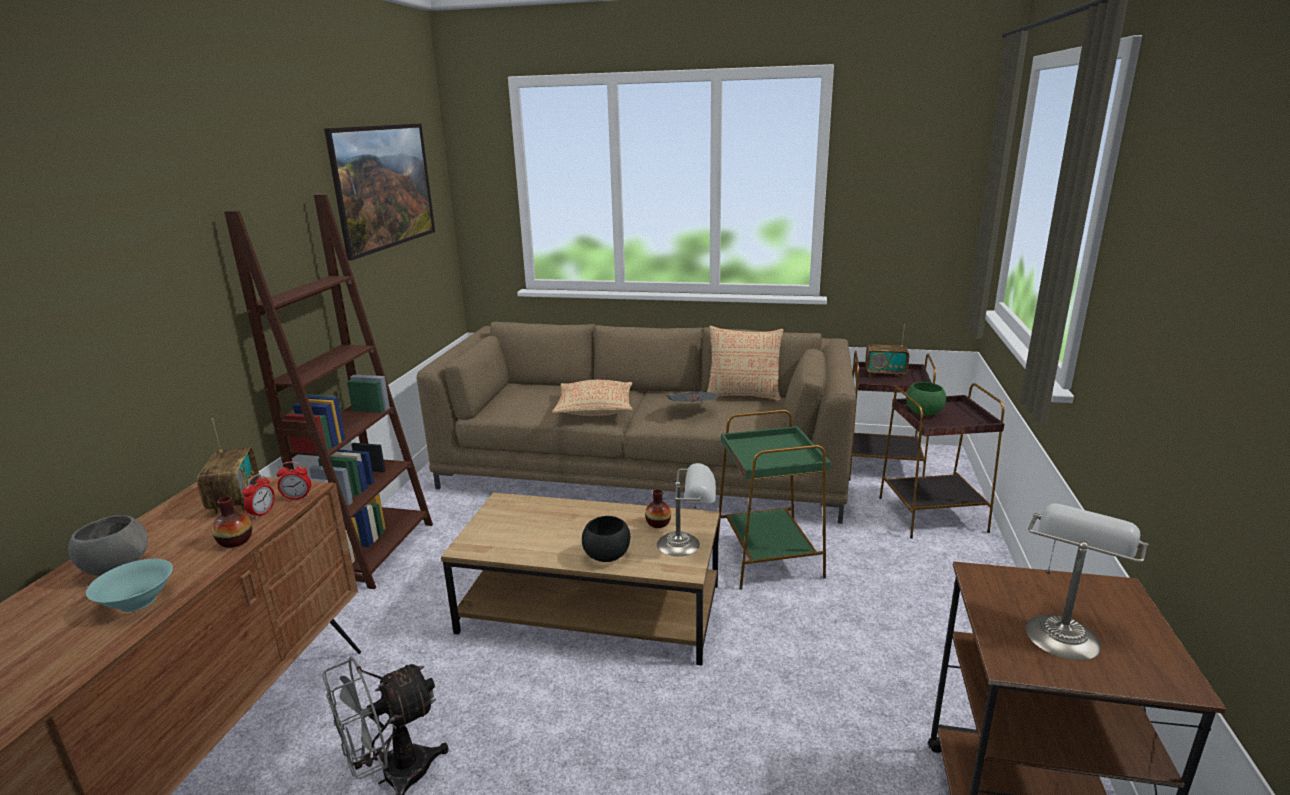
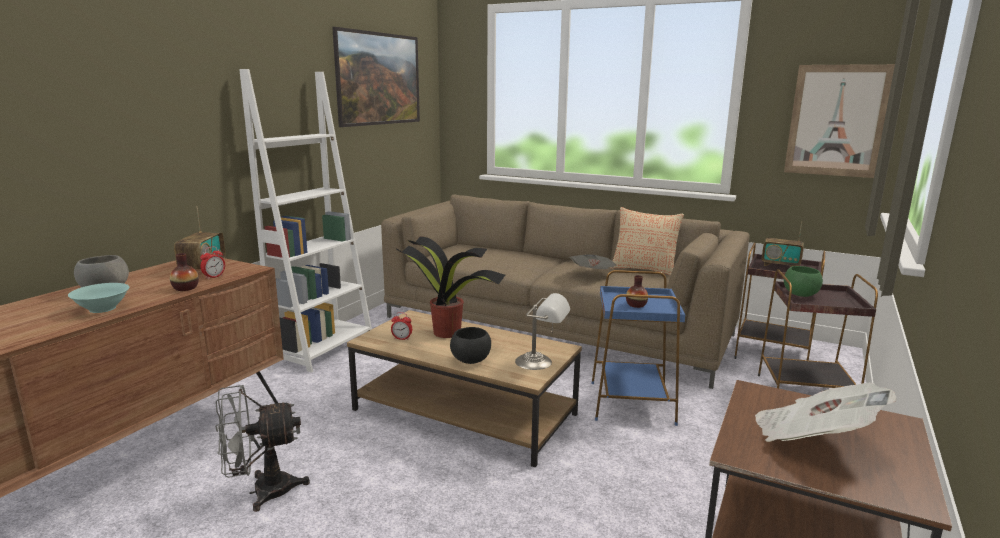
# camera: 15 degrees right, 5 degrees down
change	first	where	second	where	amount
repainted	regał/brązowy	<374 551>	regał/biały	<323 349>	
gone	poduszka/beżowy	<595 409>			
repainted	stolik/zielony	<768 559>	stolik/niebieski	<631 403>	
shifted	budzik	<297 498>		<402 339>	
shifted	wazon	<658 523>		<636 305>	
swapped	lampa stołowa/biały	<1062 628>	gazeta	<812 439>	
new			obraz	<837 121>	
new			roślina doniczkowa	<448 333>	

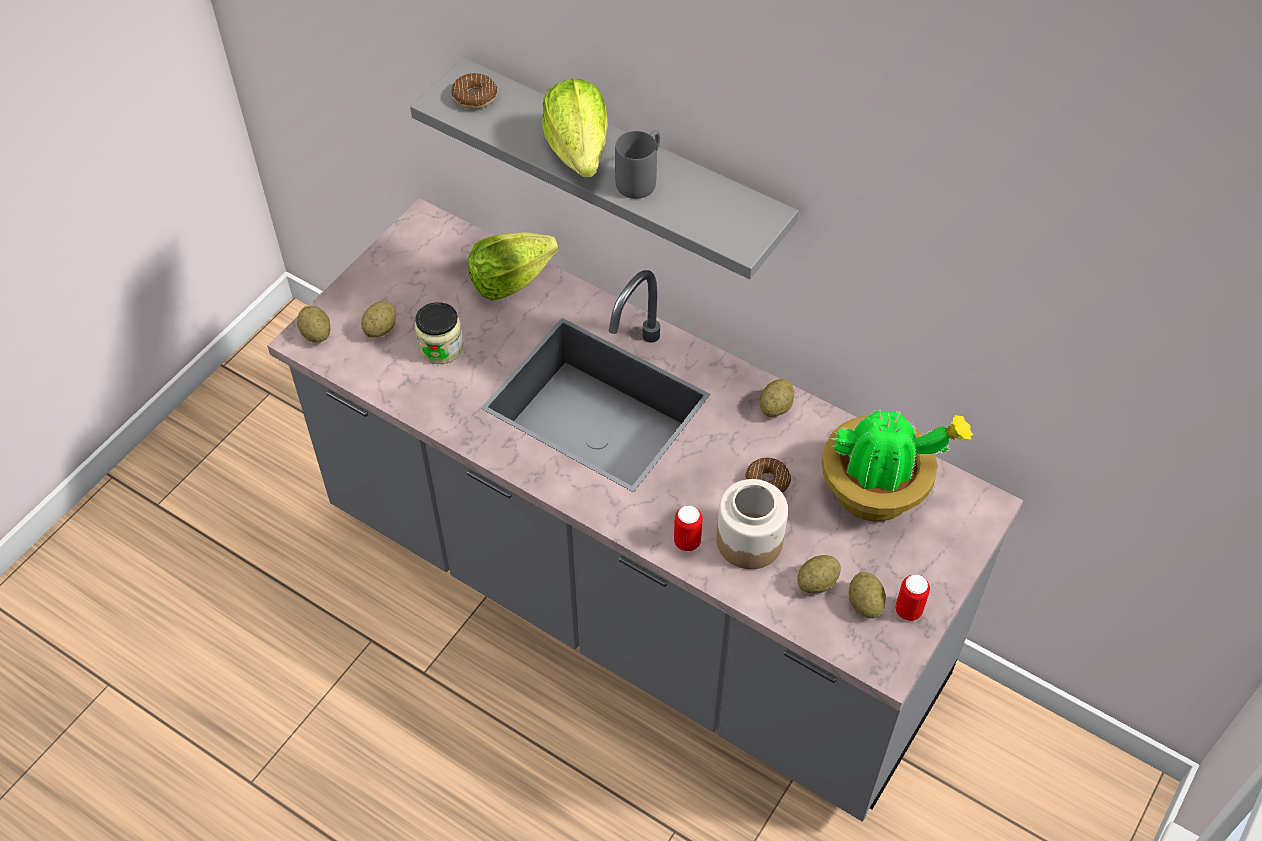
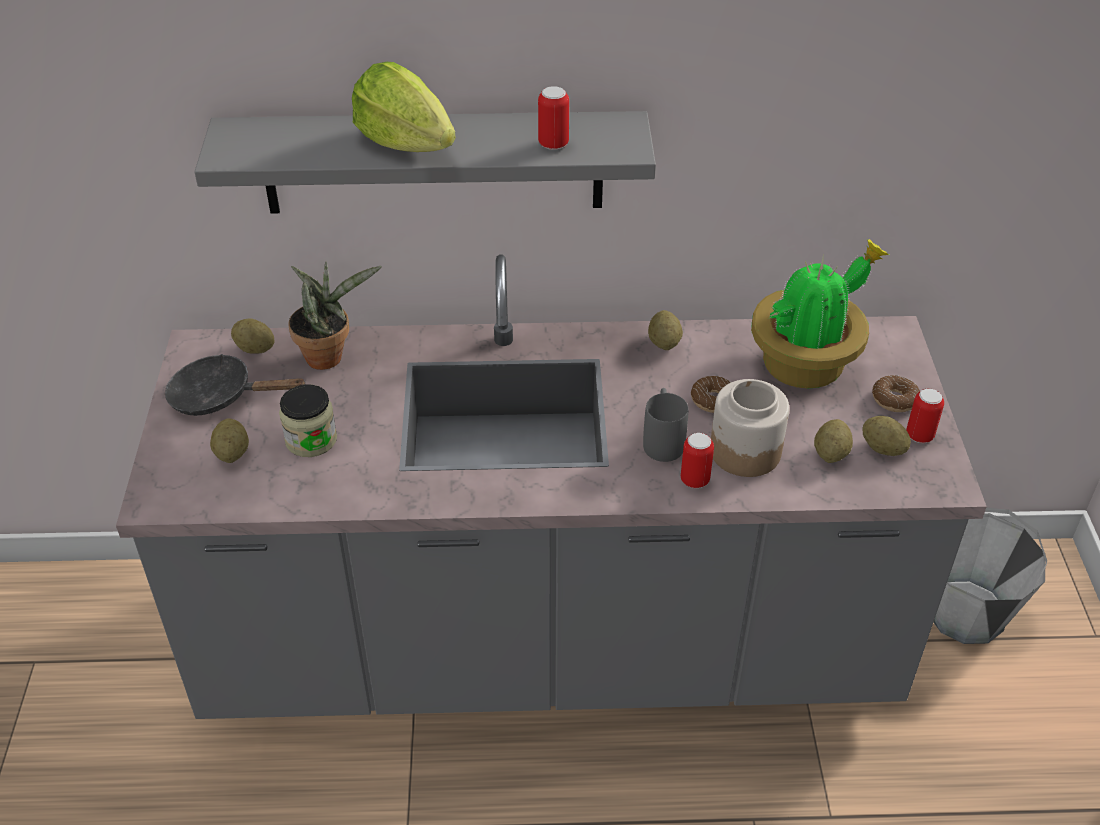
# camera: 35 degrees left, 10 degrees down
change	first	where	second	where	amount
shifted	donut	<474 97>		<894 399>	
shifted	kubek/szary	<641 178>		<662 440>	
swapped	sałata	<510 280>	roślina doniczkowa	<329 355>	
shifted	ziemniak	<316 334>		<255 349>	
new			puszka	<553 144>	
new			patelnia/czarny	<220 396>	
new			wiadro/szary	<967 613>	

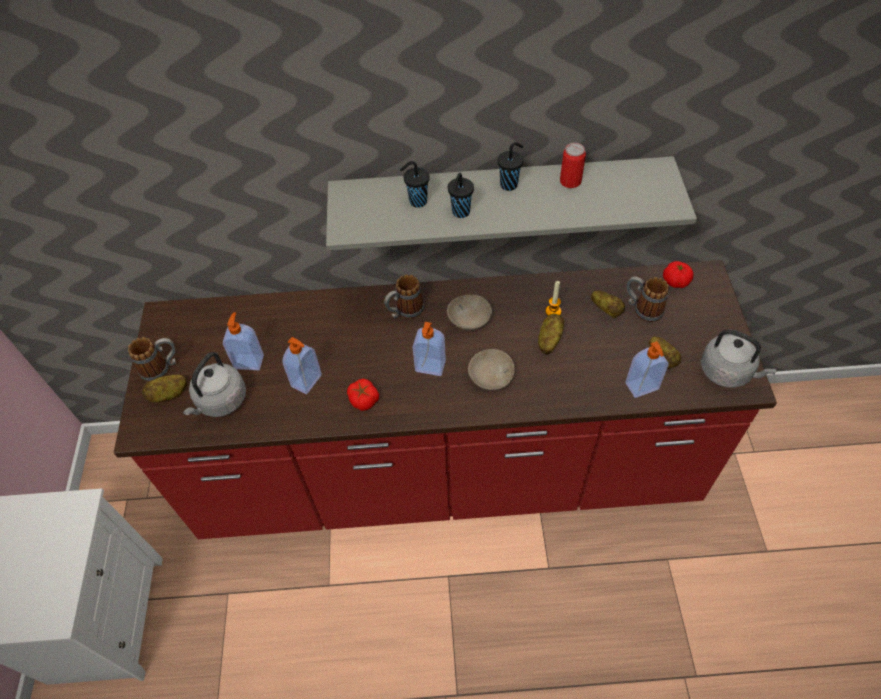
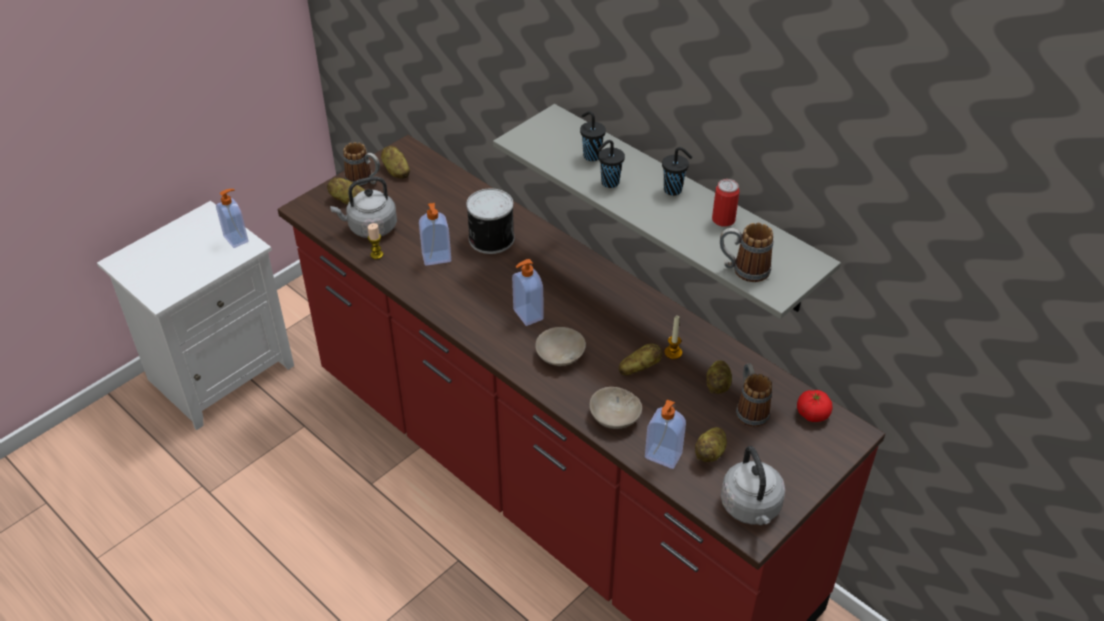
# camera: 45 degrees right, 10 degrees down
change	first	where	second	where	amount
shifted	kubek	<404 312>		<743 270>	
shifted	miska/beżowy	<469 320>		<613 417>	
shifted	dozownik mydła	<249 361>		<237 238>	
gone	pomidor	<363 399>			
new			ziemniak	<396 171>	
new			puszka	<490 238>	
new			świeca	<376 255>	

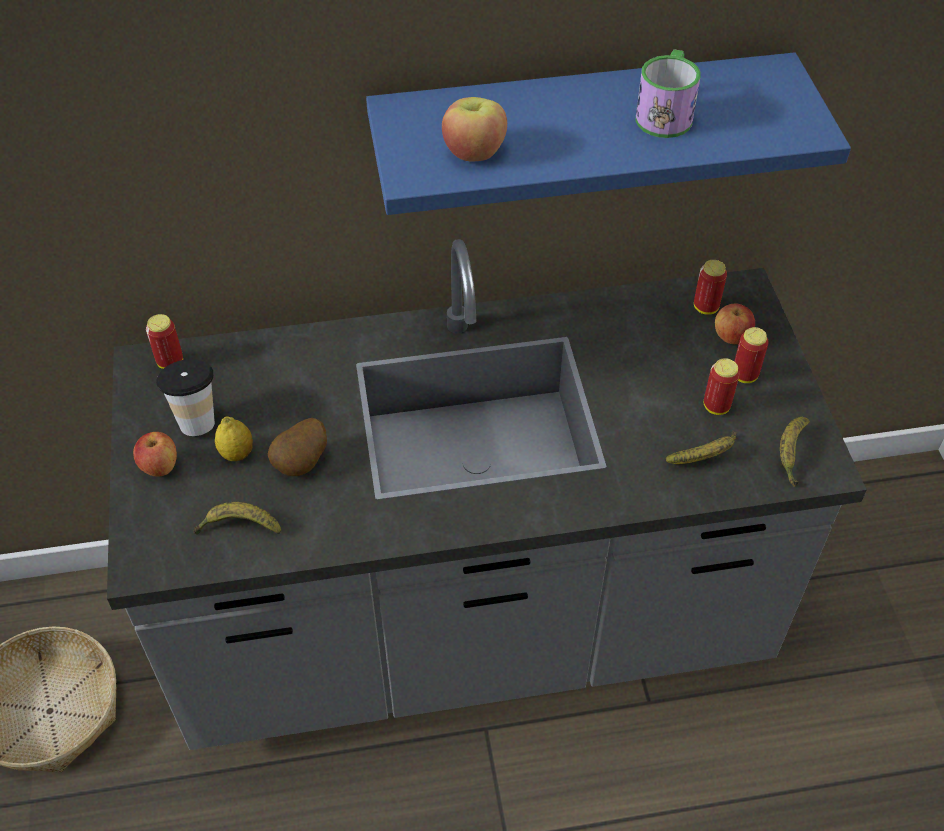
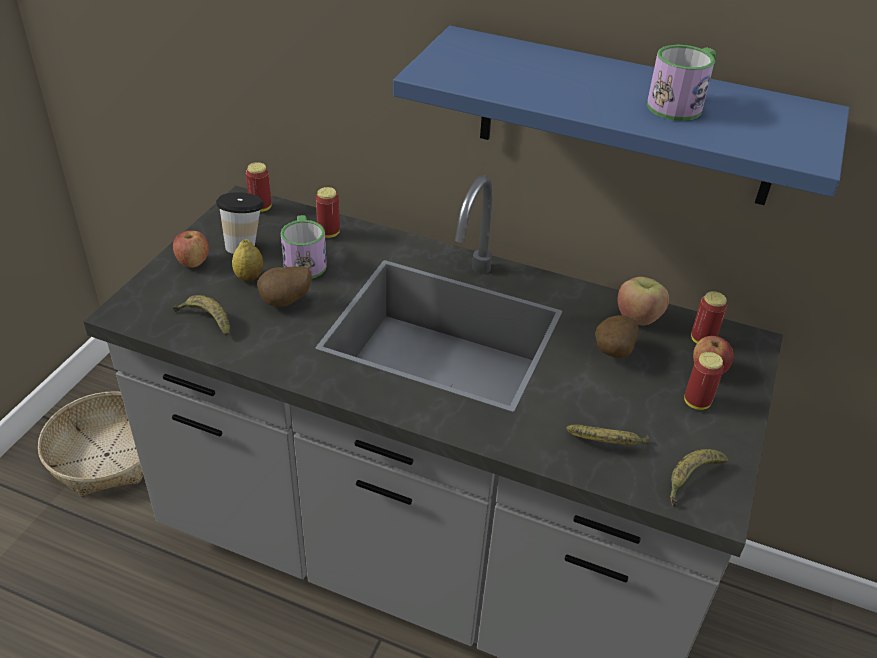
# camera: 30 degrees right, 10 degrees down
change	first	where	second	where	amount
shifted	jabłko	<474 152>		<638 317>	
shifted	puszka	<716 406>		<328 233>	
new			kubek	<304 261>	
new			ziemniak	<611 353>	

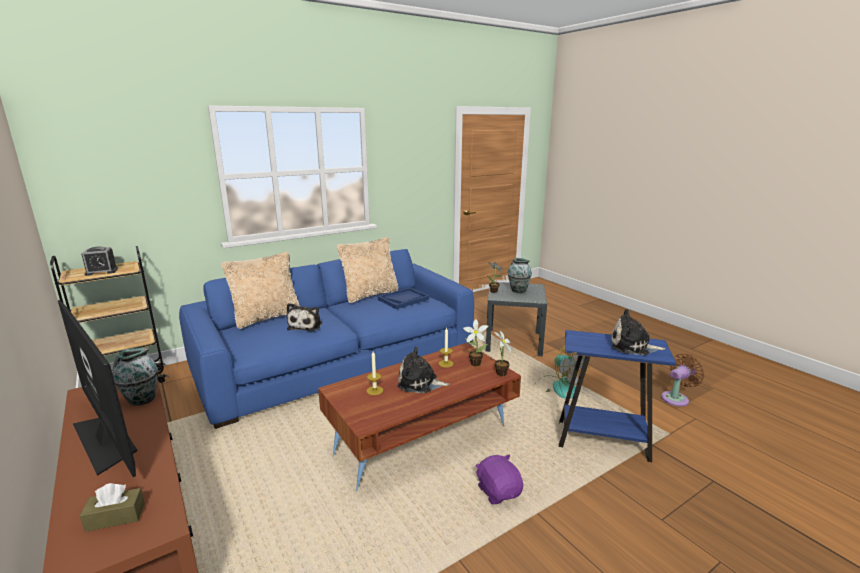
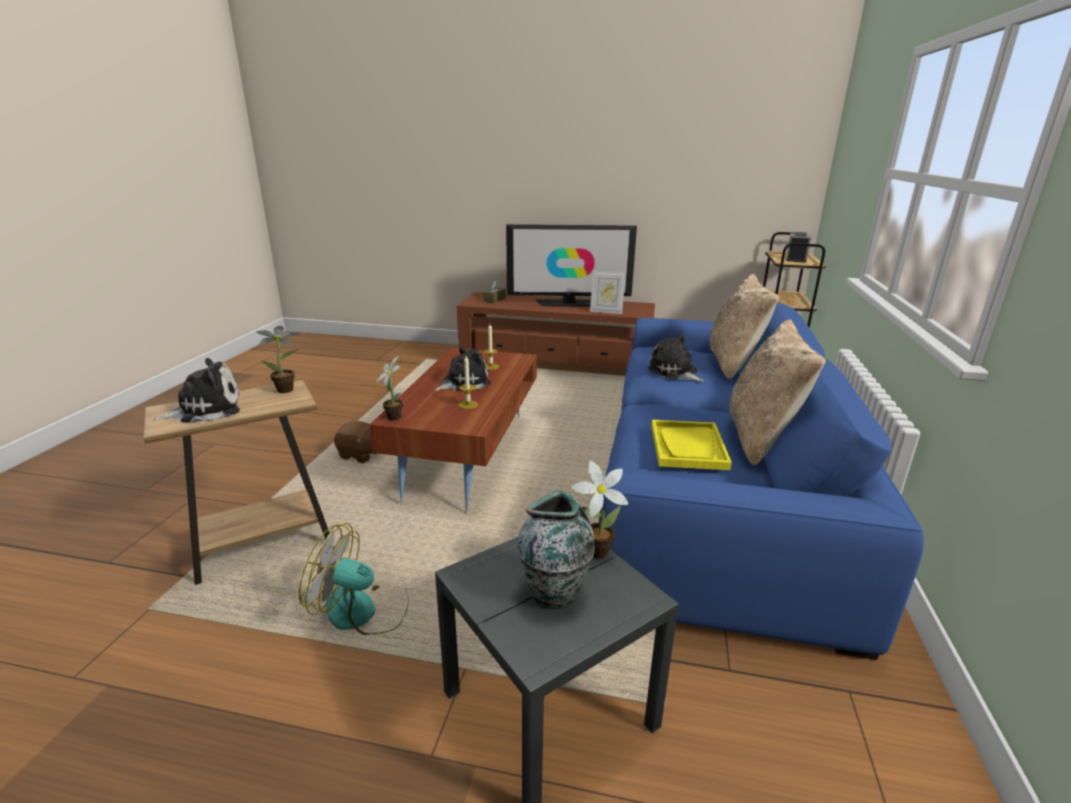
# camera: 135 degrees right, 5 degrees up
change	first	where	second	where	amount
repainted	taca/niebieski	<403 299>	taca/żółty	<688 447>	
shifted	roślina doniczkowa	<474 363>		<288 390>	
repainted	stolik/niebieski	<602 441>	stolik/brązowy	<263 546>	
swapped	wazon	<141 399>	ramka na zdjęcie	<606 312>	
gone	wentylator/brązowy	<676 398>			
repainted	pluszak/fioletowy	<498 491>	pluszak/brązowy	<361 455>	

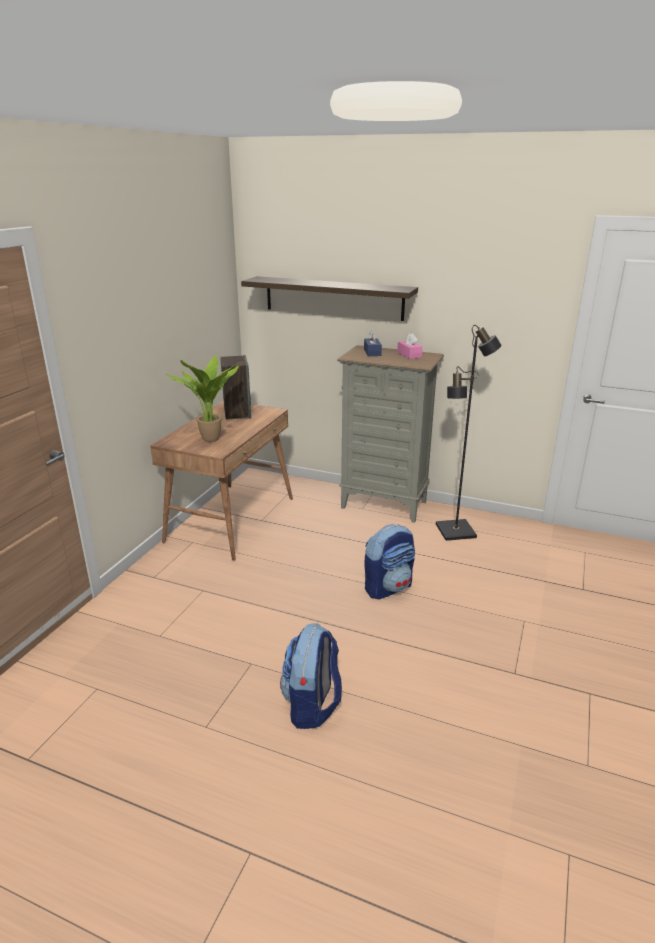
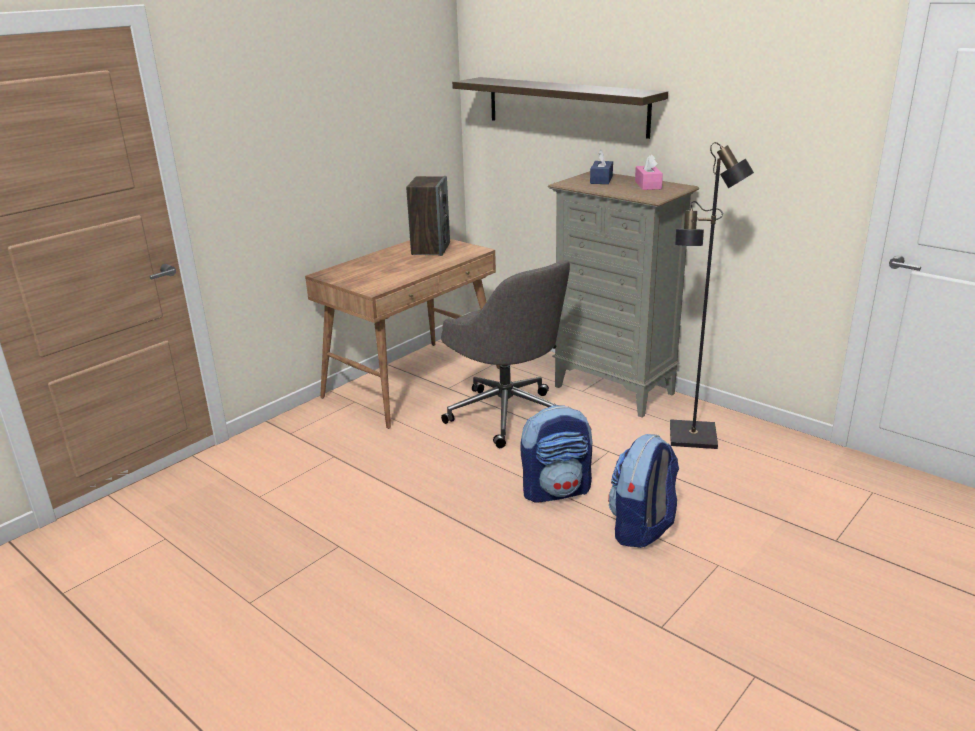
# camera: 20 degrees right, 0 degrees up
change	first	where	second	where	amount
gone	roślina doniczkowa	<212 440>			
shifted	plecak	<312 706>		<642 529>	
new			krzesło biurowe/szary	<507 415>	

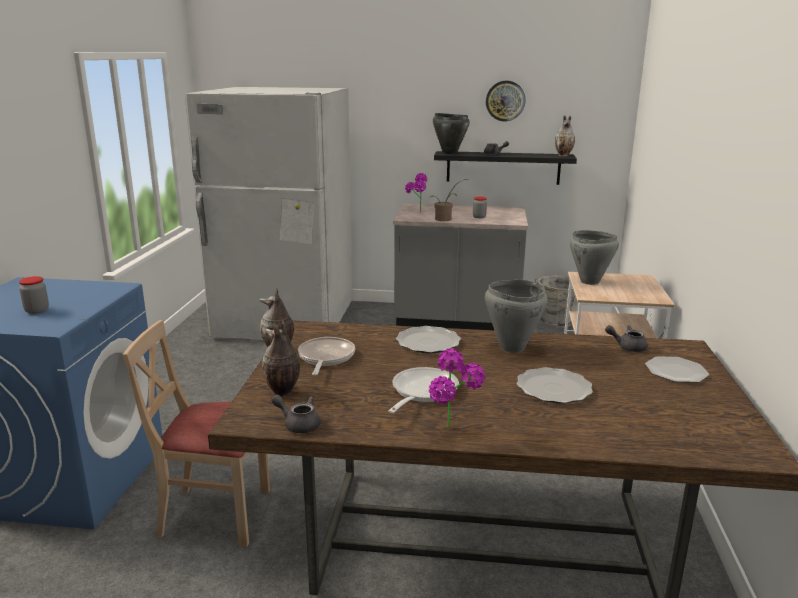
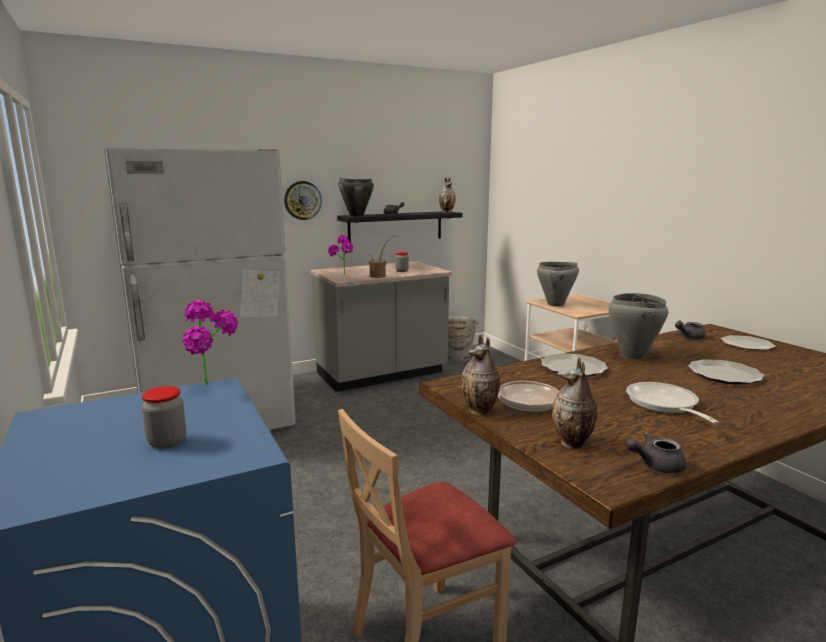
# camera: 35 degrees left, 5 degrees down
change	first	where	second	where	amount
shifted	zegar ścienny	<505 101>		<302 200>	
shifted	roślina doniczkowa	<454 432>		<214 386>	

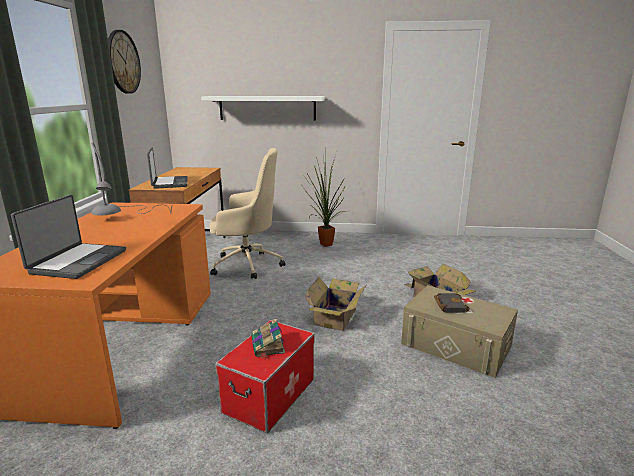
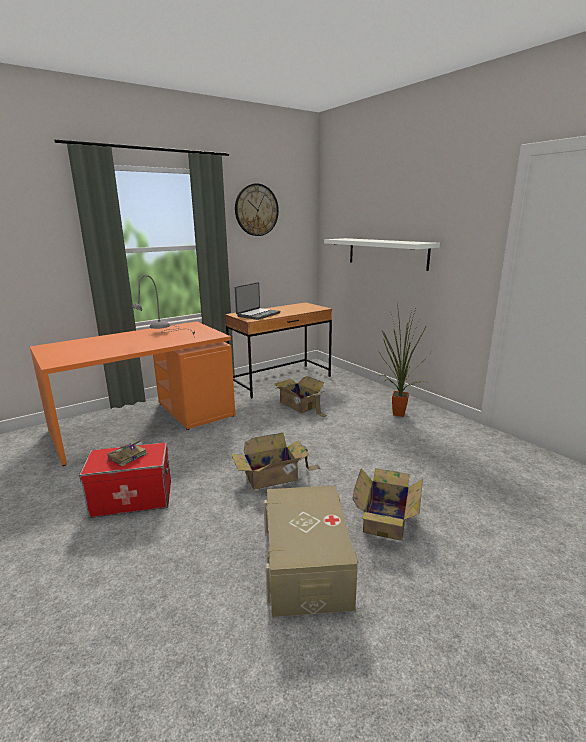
# camera: 50 degrees right, 0 degrees up
change	first	where	second	where	amount
swapped	krzesło biurowe/beżowy	<247 265>	karton	<300 405>	
gone	laptop	<77 261>			
gone	książka/czarny	<449 305>			

